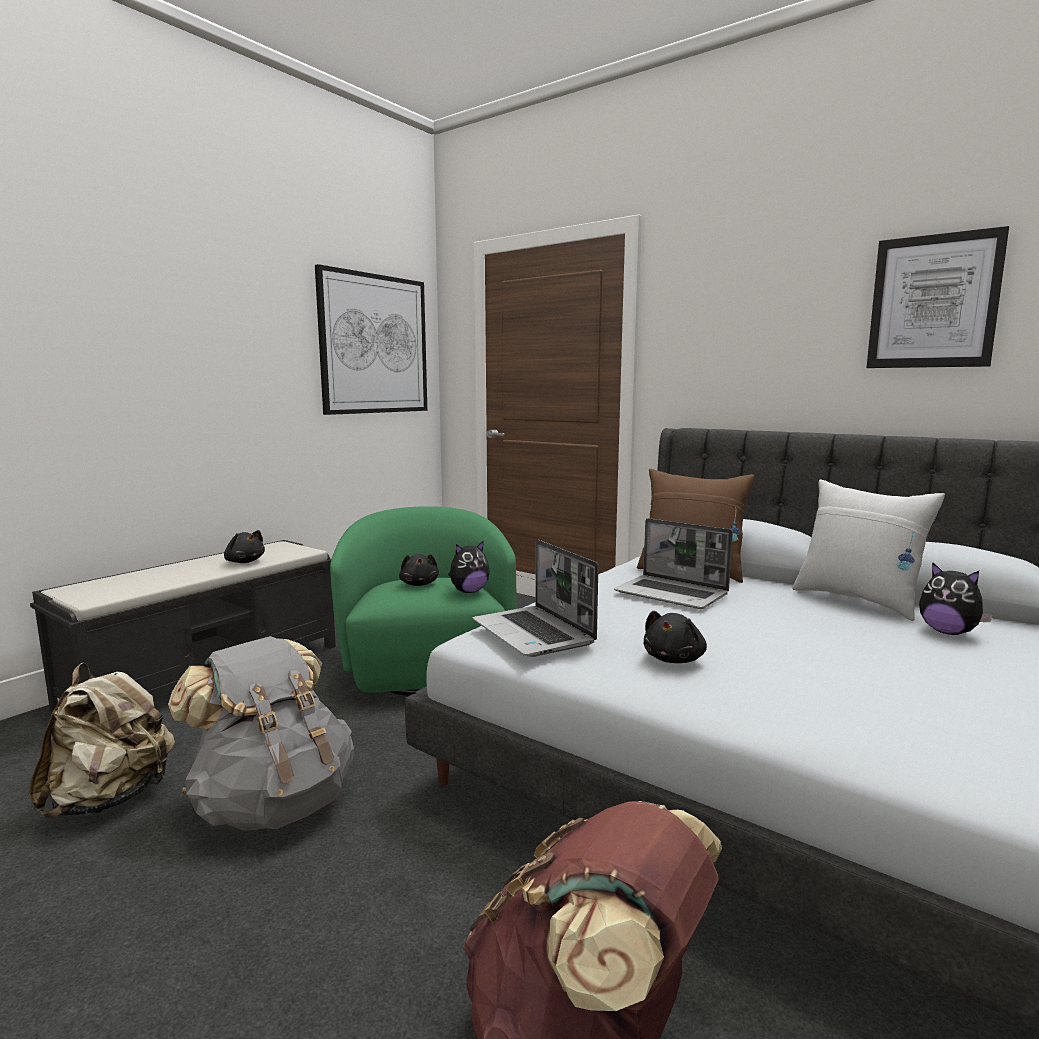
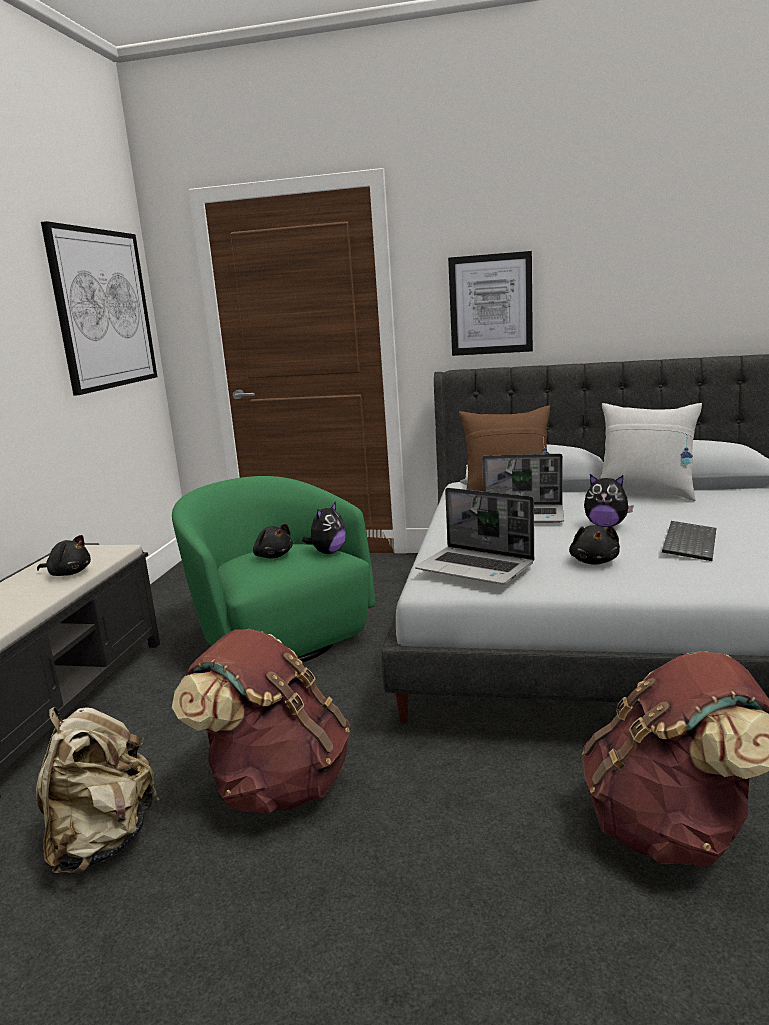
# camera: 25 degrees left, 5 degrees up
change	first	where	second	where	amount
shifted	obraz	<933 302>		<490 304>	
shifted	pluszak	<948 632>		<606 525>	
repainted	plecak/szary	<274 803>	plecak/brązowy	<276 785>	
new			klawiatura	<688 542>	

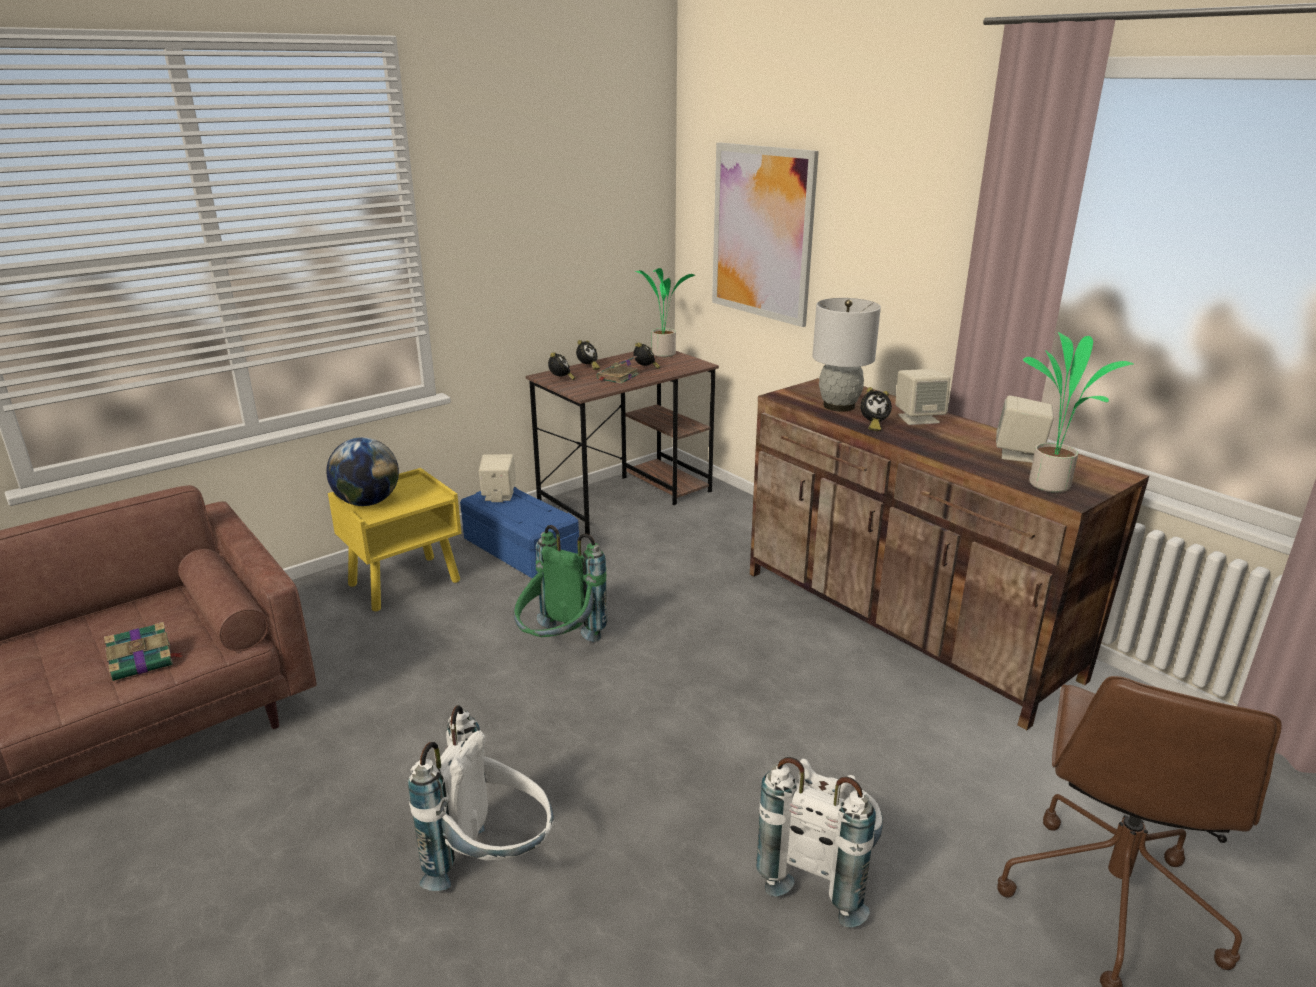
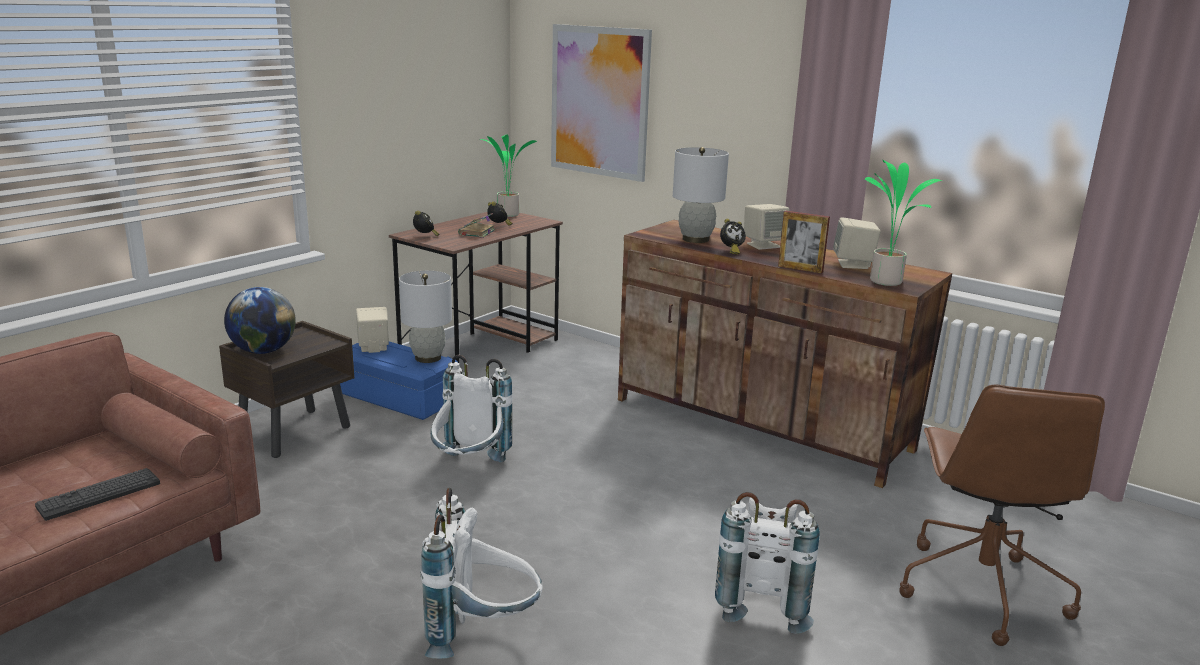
# camera: 15 degrees left, 5 degrees down
change	first	where	second	where	amount
gone	budzik	<588 367>			
repainted	szafka nocna/żółty	<405 582>	szafka nocna/brązowy	<295 432>	
repainted	plecak/zielony	<559 646>	plecak/biały	<469 468>	
swapped	książka	<144 662>	klawiatura	<99 495>	
new			ramka na zdjęcie	<800 269>	
new			lampa stołowa/biały	<427 358>	

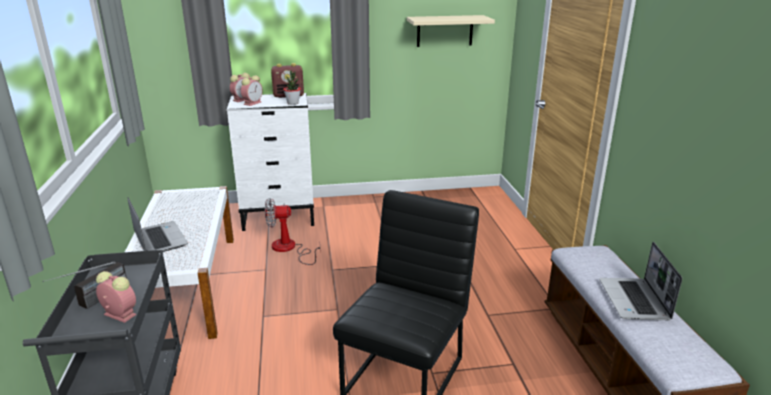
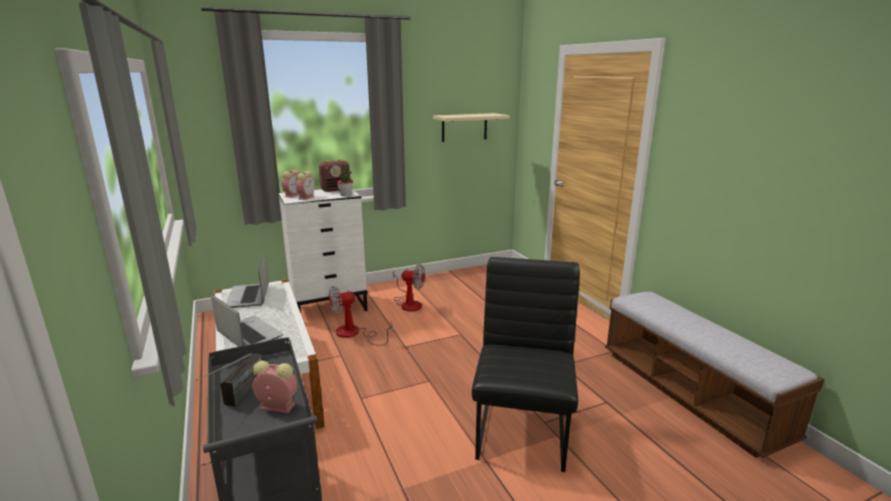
# camera: 15 degrees left, 5 degrees down
change	first	where	second	where	amount
shifted	laptop	<635 301>		<249 297>	
new			wentylator	<408 303>	

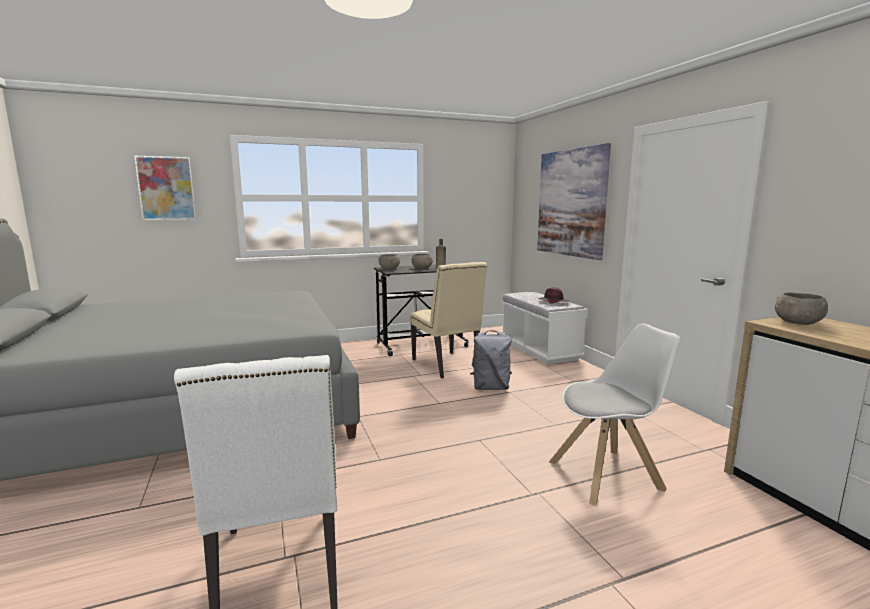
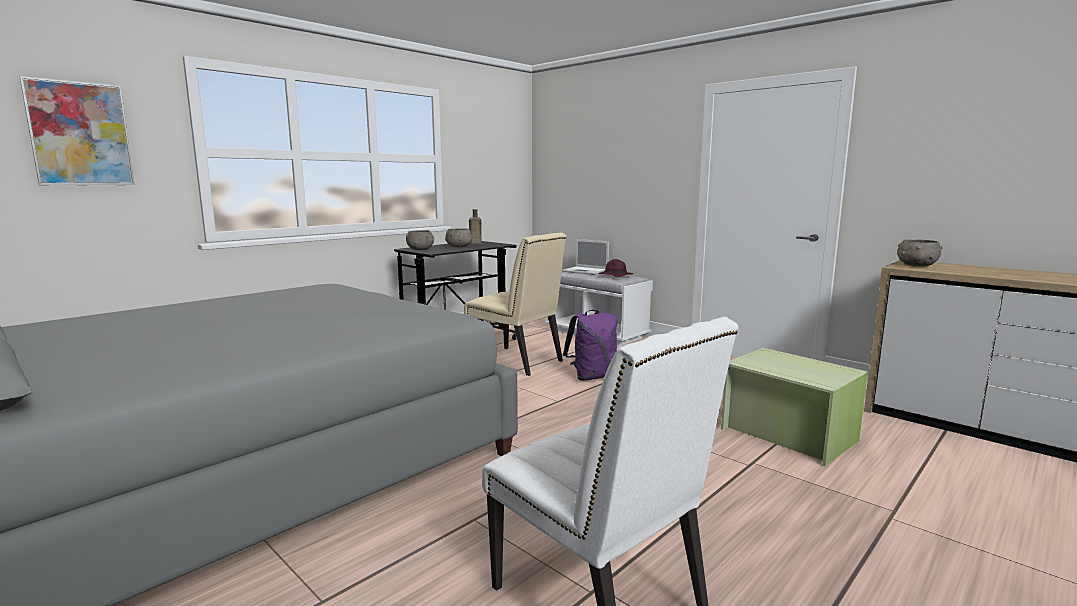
# camera: 25 degrees left, 0 degrees up
change	first	where	second	where	amount
gone	obraz	<571 203>			
swapped	krzesło	<608 475>	pojemnik do przechowywania/zielony	<788 434>	
repainted	plecak/szary	<490 387>	plecak/fioletowy	<592 377>	
new			laptop	<586 271>	

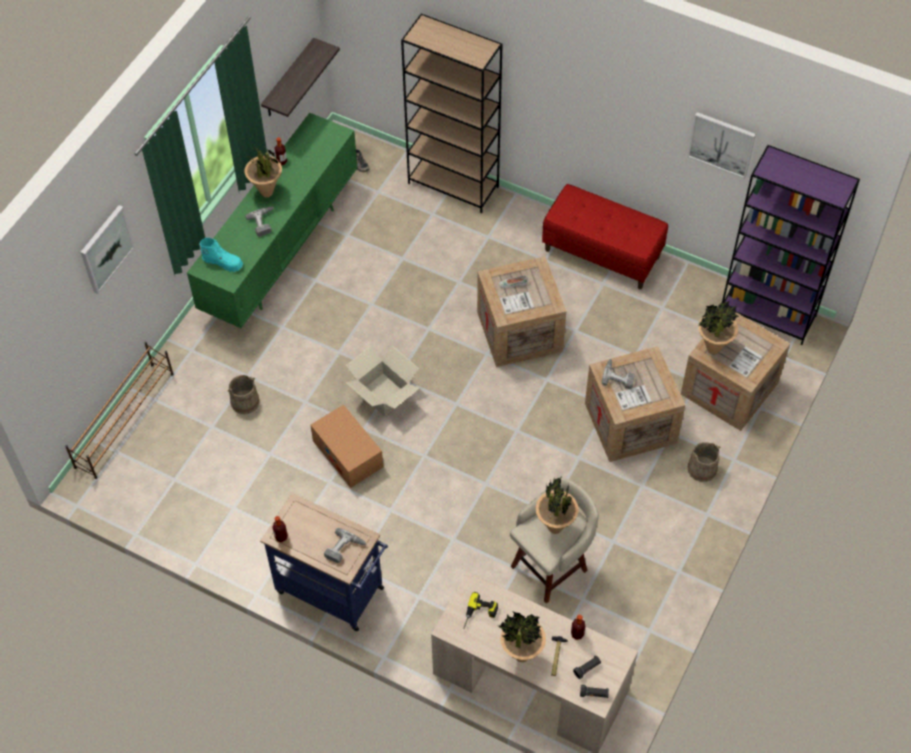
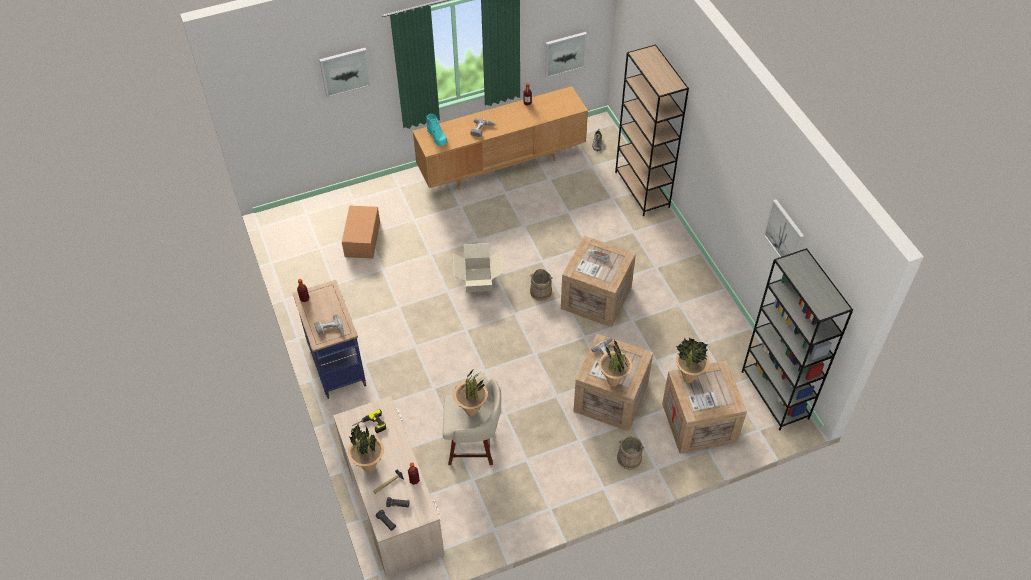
# camera: 40 degrees right, 5 degrees down
change	first	where	second	where	amount
swapped	półka	<288 79>	obraz	<565 54>	
repainted	szafka/zielony	<281 251>	szafka/brązowy	<502 165>	
shifted	roślina doniczkowa	<267 193>		<613 382>	
repainted	regał/fioletowy	<768 313>	regał/szary	<775 395>	
gone	ławka/czerwony	<602 253>			
gone	regał na buty/brązowy	<125 419>			
shifted	wiadro/beżowy	<245 402>		<540 292>	
shifted	karton	<348 454>		<362 239>	

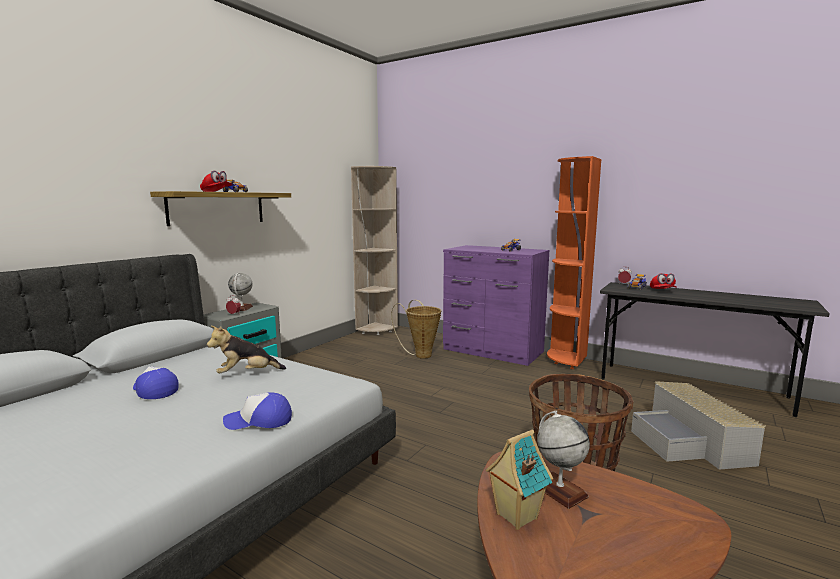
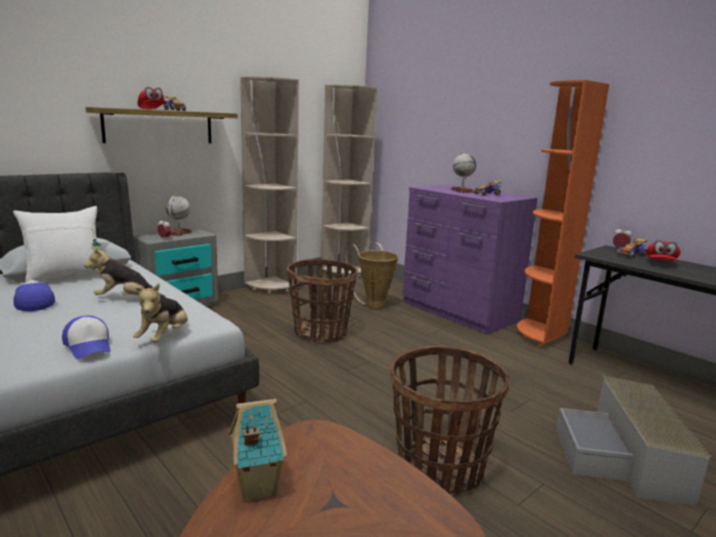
# camera: 15 degrees right, 5 degrees up
change	first	where	second	where	amount
rotated	czapka z daszkiem	<259 421>		<89 346>	135 degrees counterclockwise
shifted	globus	<559 490>		<462 191>	
new			regał/beżowy	<271 289>	
new			poduszka/biały	<66 278>	
new			koszyk	<321 333>	
new			pluszak	<164 337>	

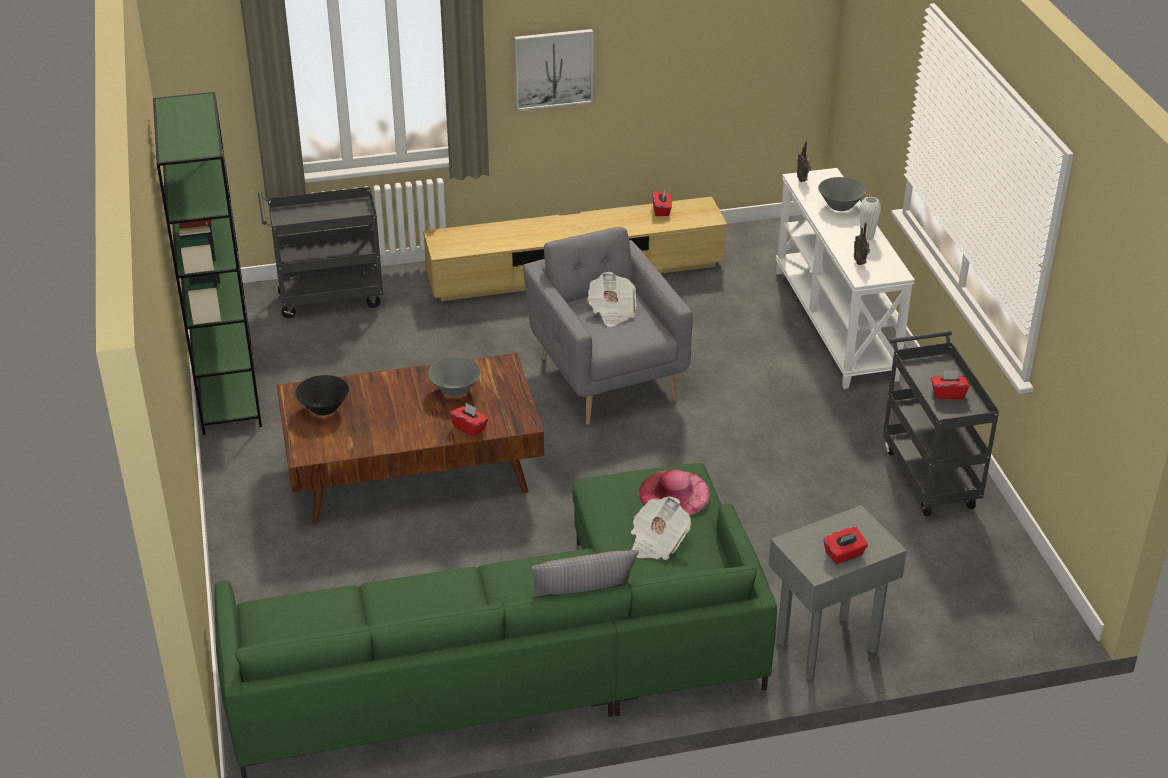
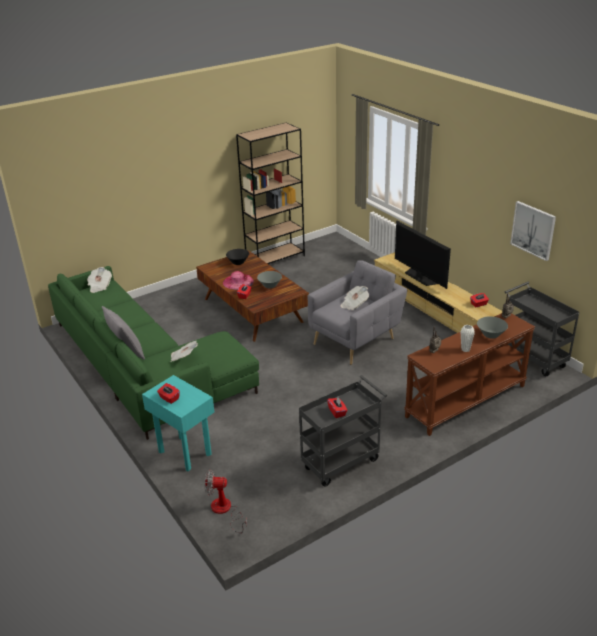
# camera: 70 degrees right, 5 degrees down
change	first	where	second	where	amount
shifted	obraz	<553 68>		<533 230>	
repainted	regał/zielony	<227 392>	regał/beżowy	<275 258>	
repainted	stolik konsolowy/biały	<836 324>	stolik konsolowy/brązowy	<466 401>	
shifted	wózek/szary	<327 301>		<532 359>	
shifted	kapelusz/różowy	<674 493>		<238 282>	
repainted	stolik/szary	<826 645>	stolik/turkusowy	<185 452>	
new			telewizor	<420 277>	
new			gazeta	<99 286>	
new			wentylator	<225 511>	

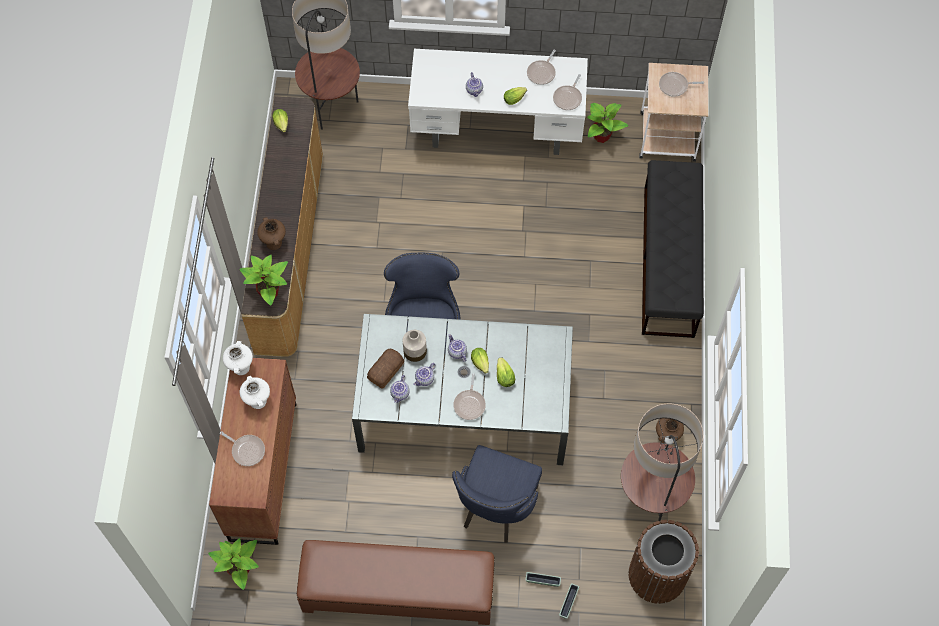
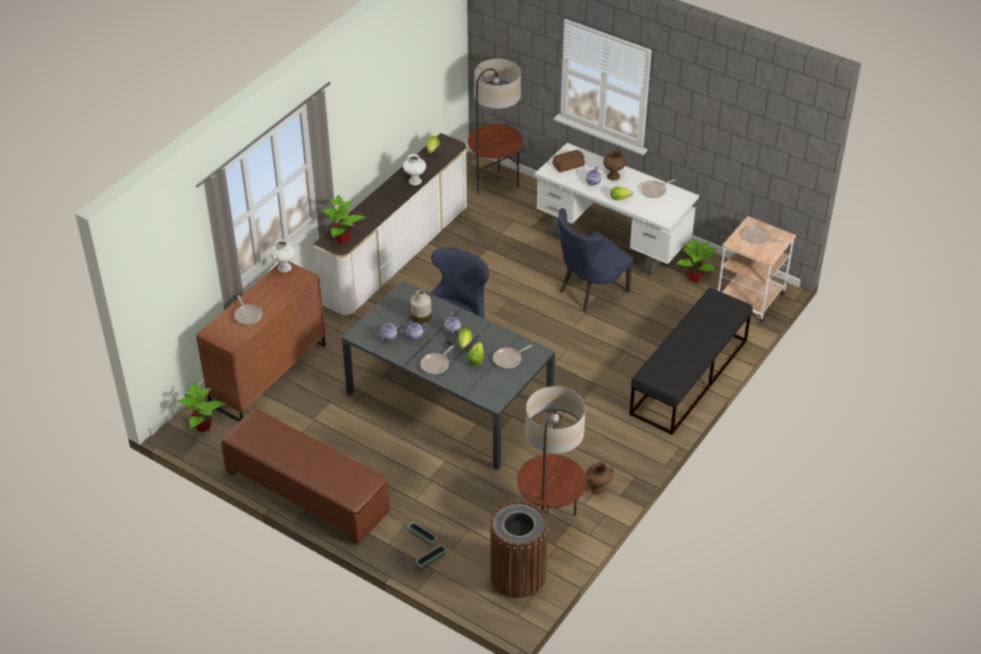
# camera: 30 degrees right, 20 degrees down
change	first	where	second	where	amount
shifted	patelnia	<568 98>		<509 359>	
repainted	szafka/brązowy	<290 247>	szafka/biały	<397 252>	
shifted	wazon/brązowy	<274 243>		<613 176>	
shifted	chleb	<386 370>		<569 165>	
shifted	wazon/biały	<257 401>		<415 181>	
shifted	krzesło/niebieski	<496 507>		<590 290>	

